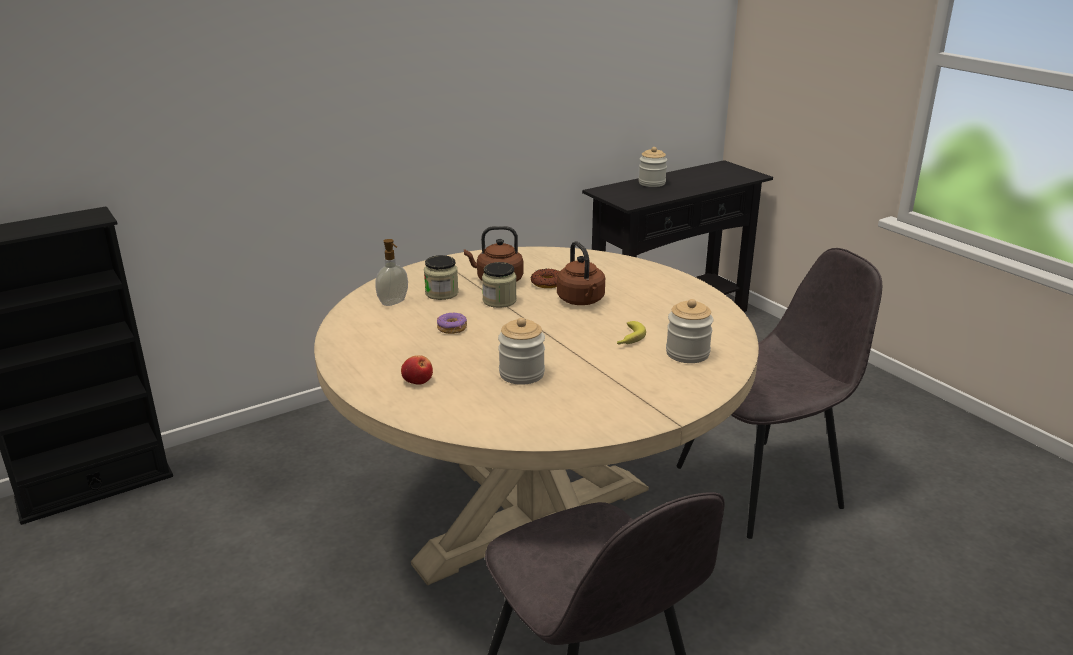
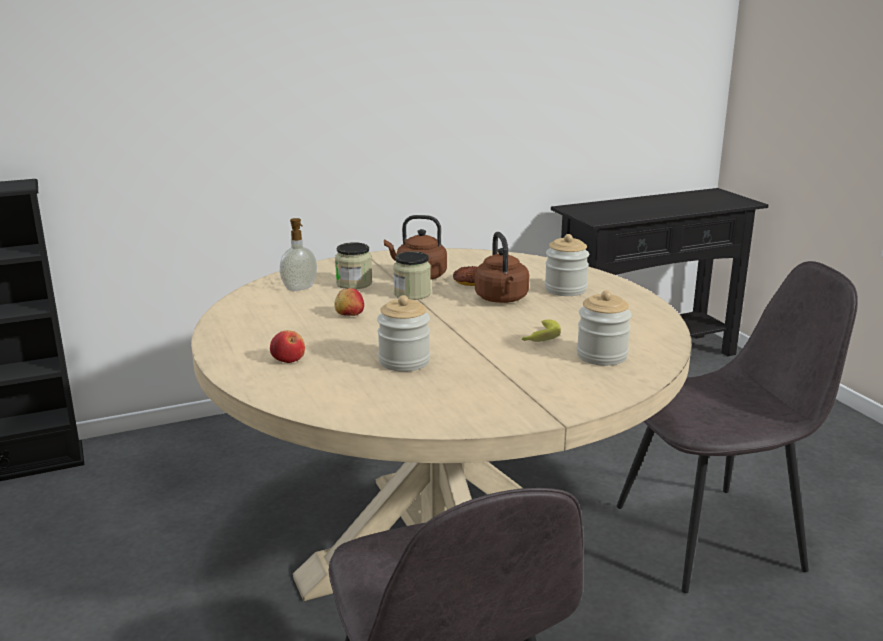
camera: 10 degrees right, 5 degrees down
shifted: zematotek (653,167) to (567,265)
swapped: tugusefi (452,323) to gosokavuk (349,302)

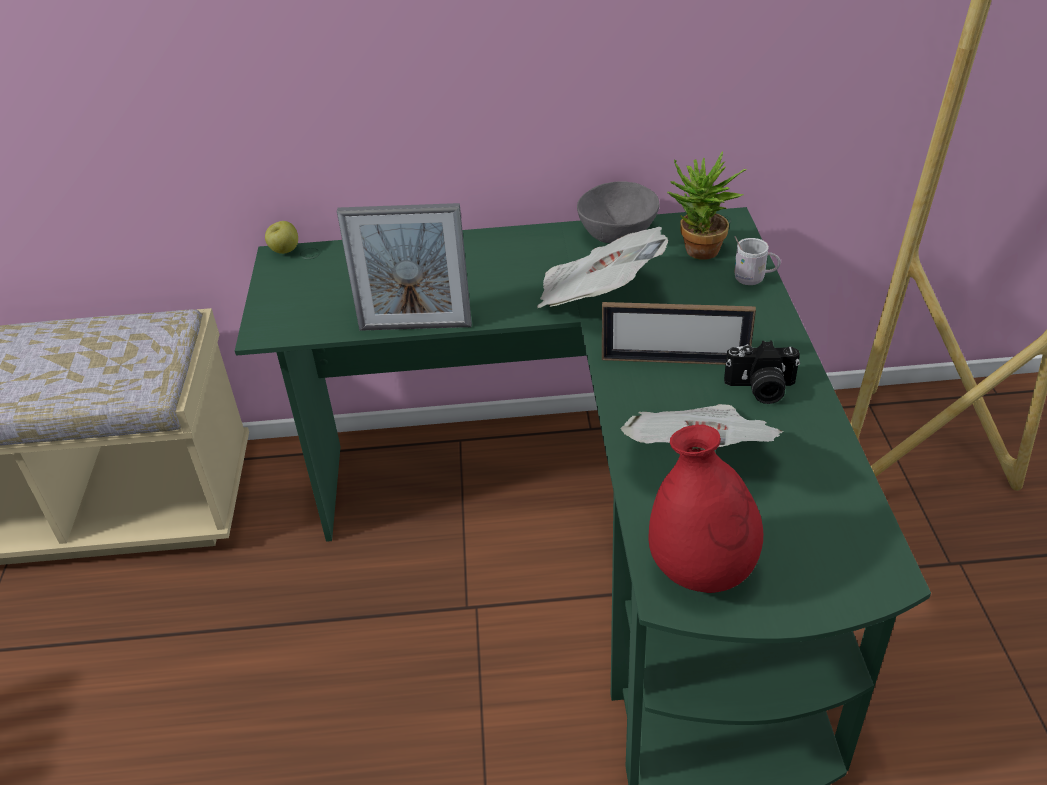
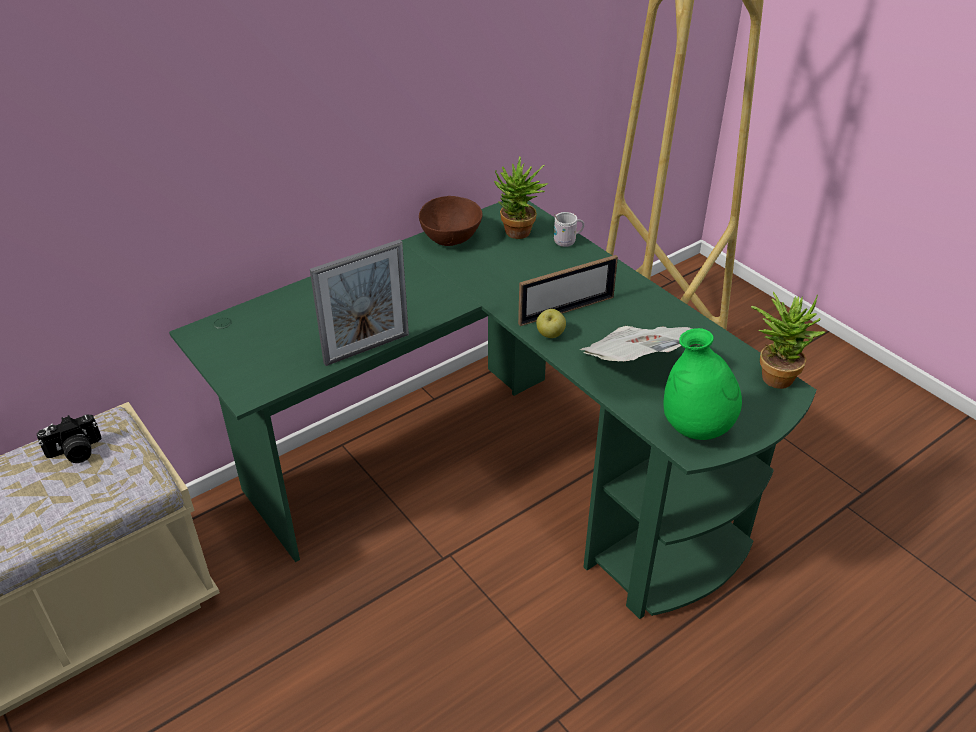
camera: 35 degrees left, 0 degrees up
gone: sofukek (603,267)
new: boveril (788,340)
shifted: gosokavuk (281,237) to (551,323); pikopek (762,372) to (69,439)
repainted: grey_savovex (618,212) to brown_savovex (450,221); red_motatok (706,509) to green_motatok (703,384)

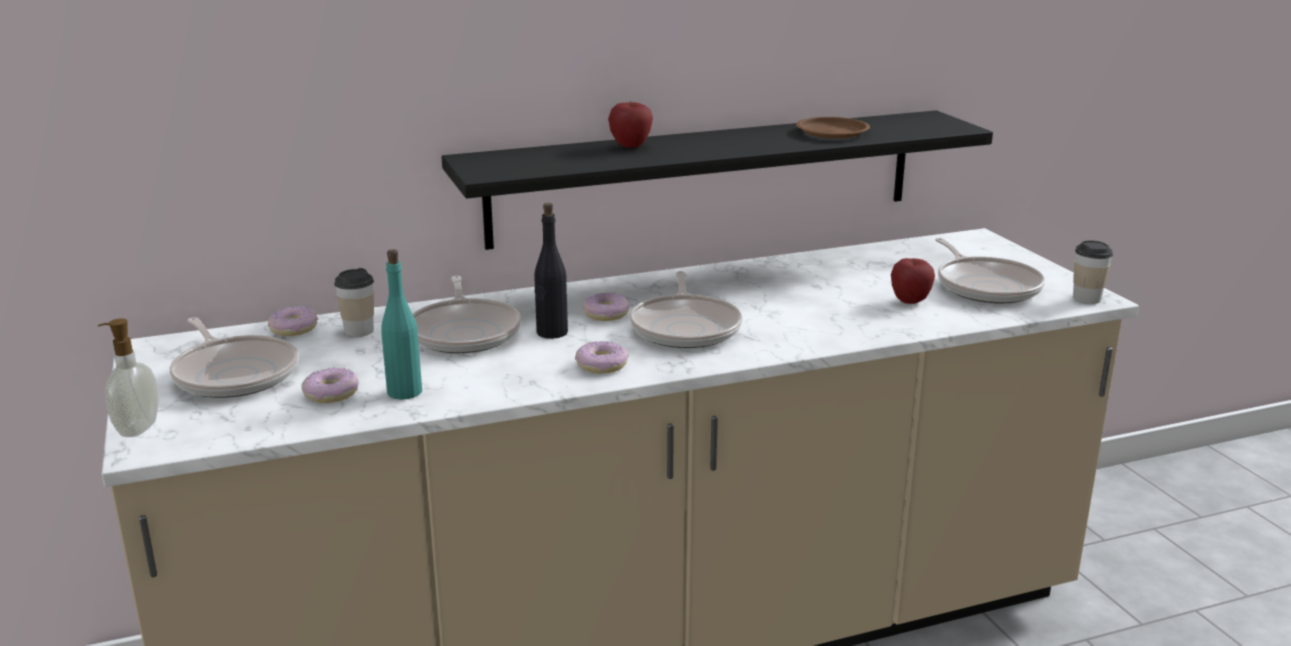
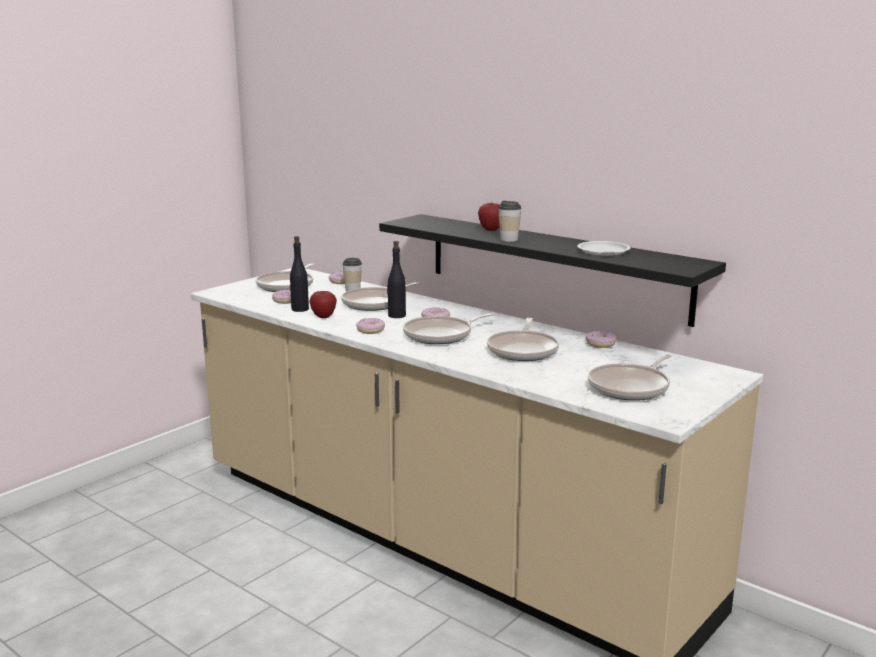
camera: 60 degrees right, 5 degrees down
gone: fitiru (128,377)
new: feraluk (523,339); tugusefi (601,339)
shifted: gosokavuk (913,281) to (323,304); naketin (1093,272) to (510,221)
repainted: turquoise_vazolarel (401,324) to black_vazolarel (299,274); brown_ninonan (833,128) to white_ninonan (603,248)

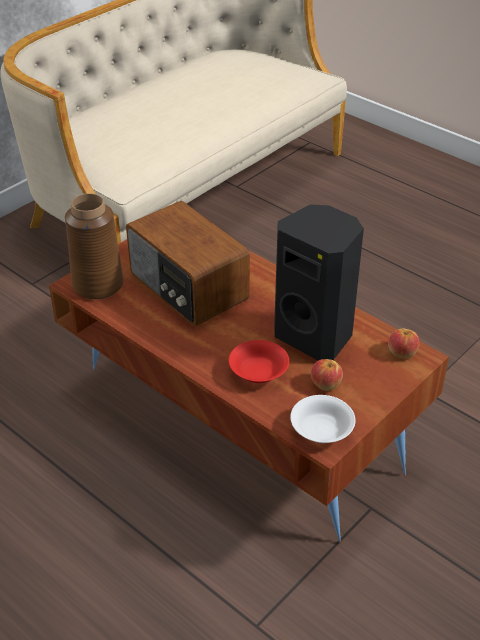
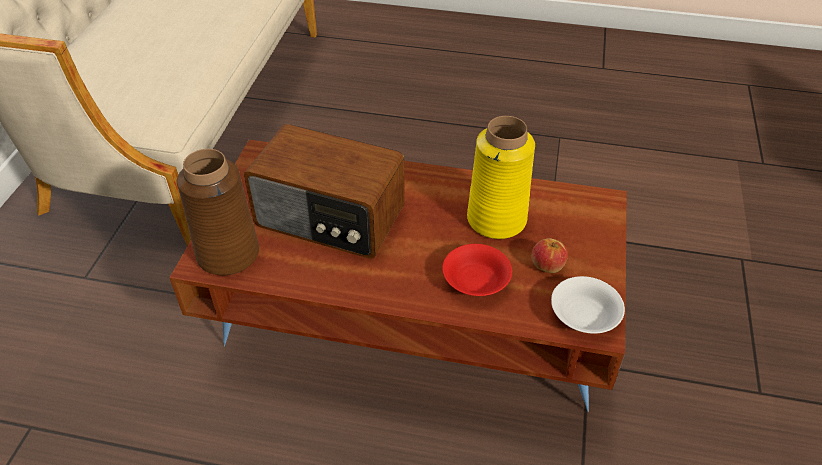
camera: 30 degrees left, 5 degrees up
gone: gosokavuk (404,343)
swapped: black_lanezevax (319,282) to yellow_motatok (501,177)

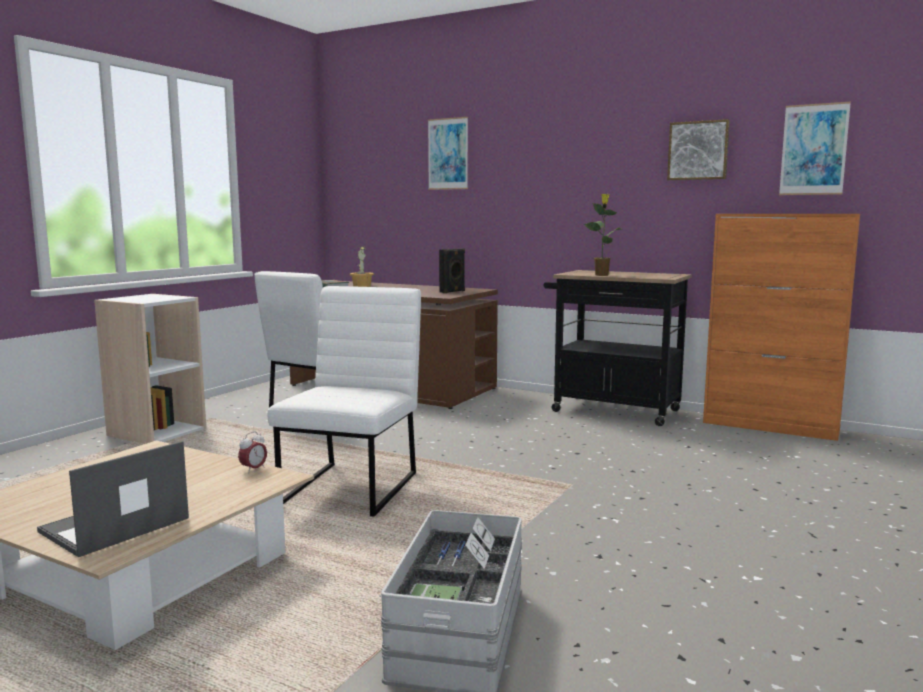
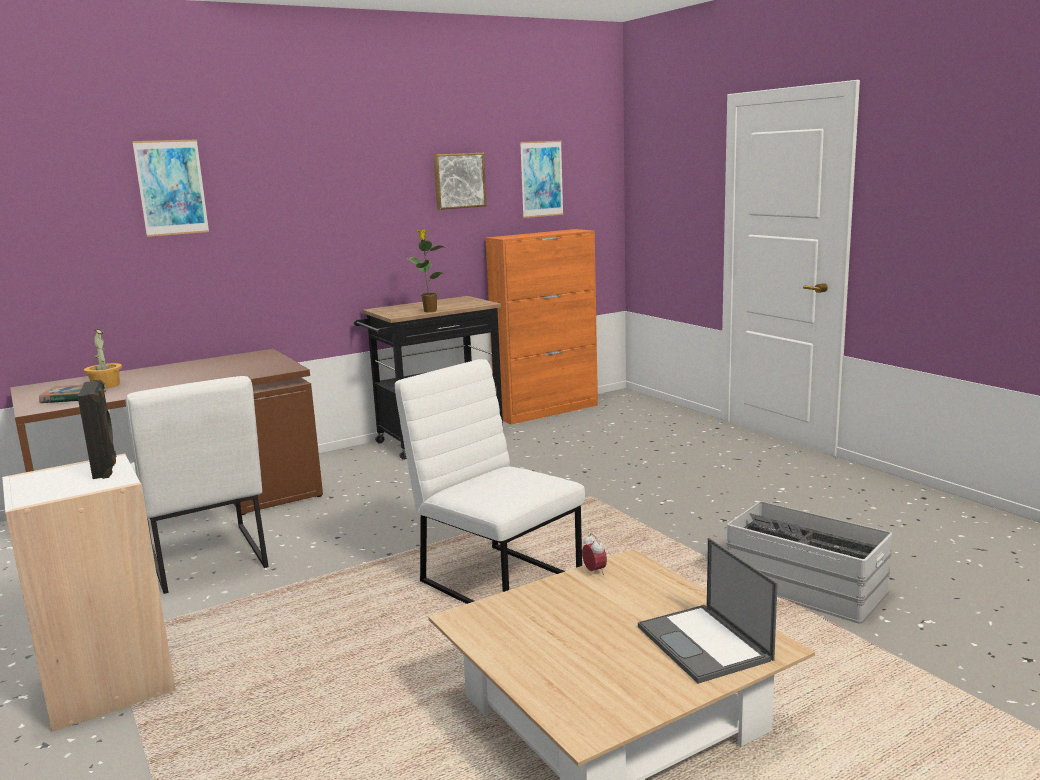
camera: 60 degrees left, 5 degrees up
shifted: black_lanezevax (452,270) to (97,429)

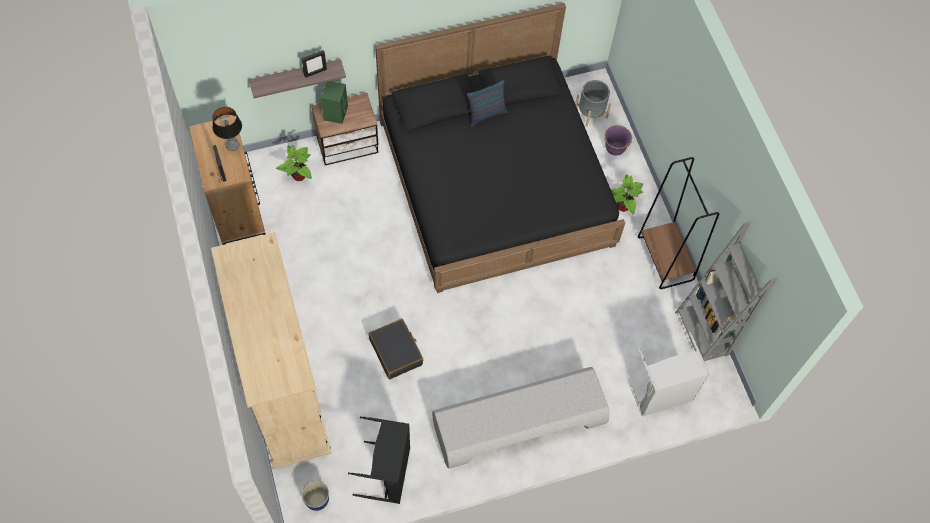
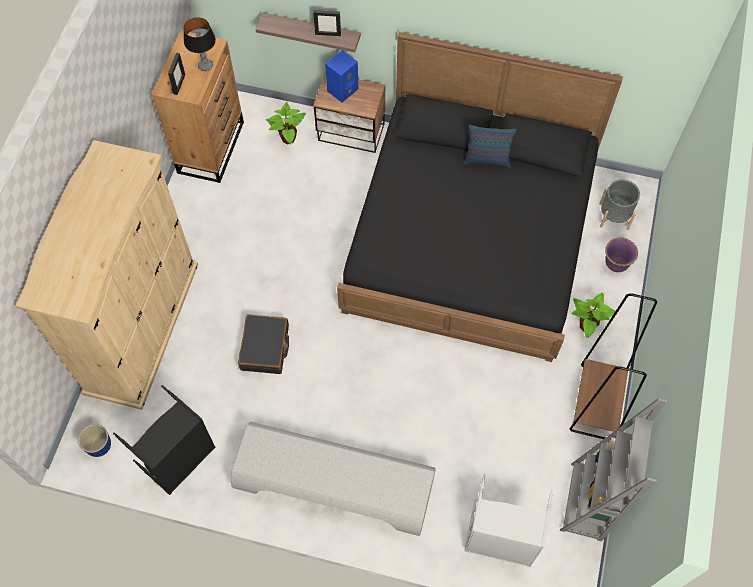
camera: 35 degrees right, 0 degrees up
repainted: green_lanezevax (334,102) to blue_lanezevax (341,76)

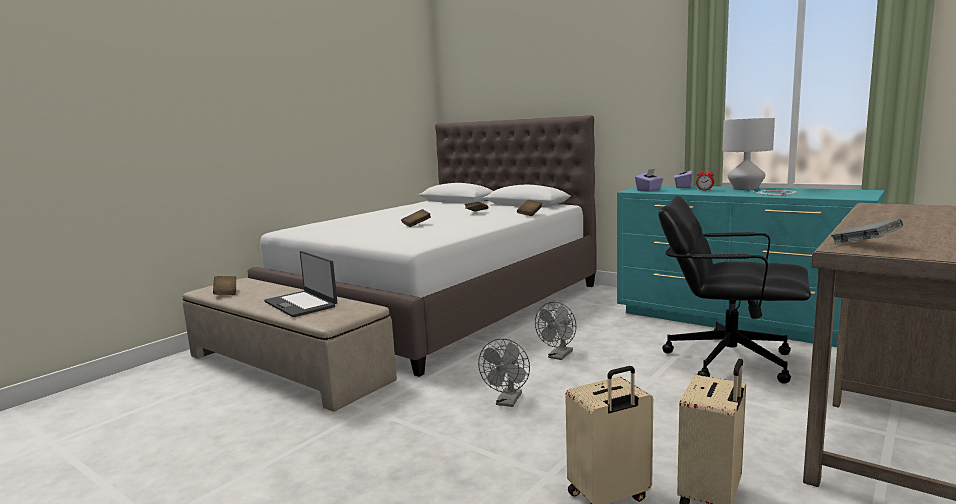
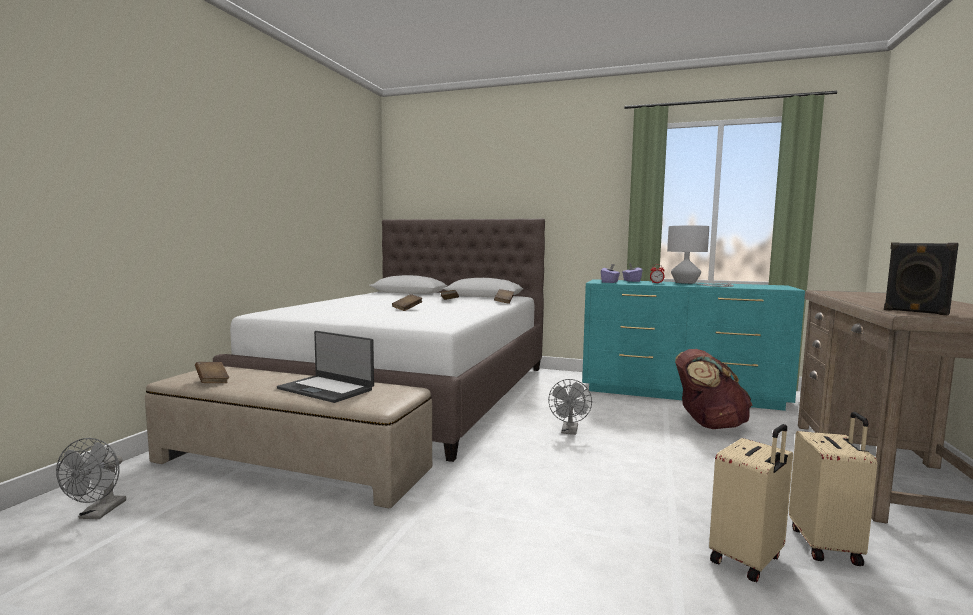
camera: 20 degrees left, 5 degrees down
shifted: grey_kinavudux (504,373) to (91,478)
swapped: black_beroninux (734,290) to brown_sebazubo (713,389); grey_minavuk (867,231) to black_lanezevax (921,279)

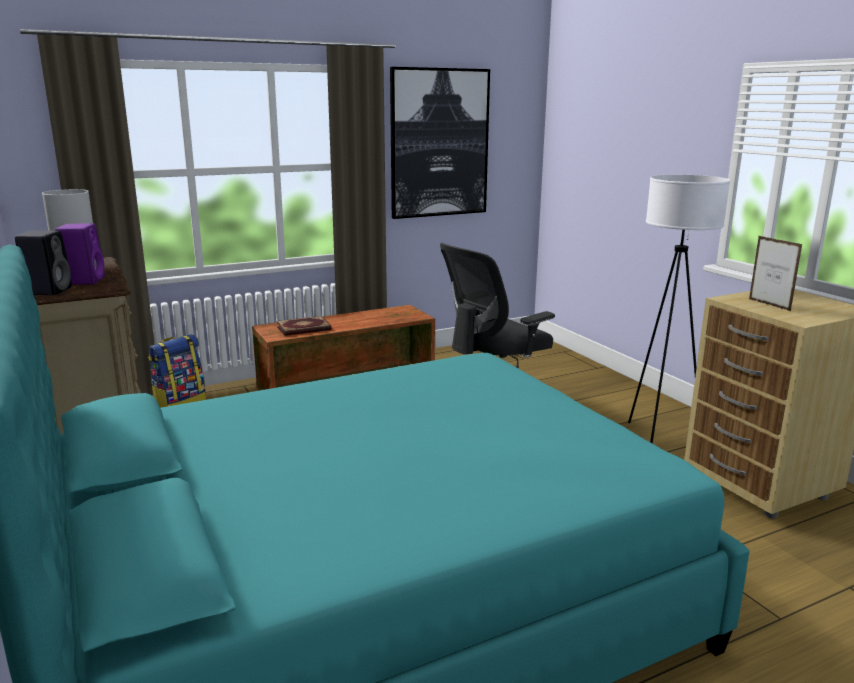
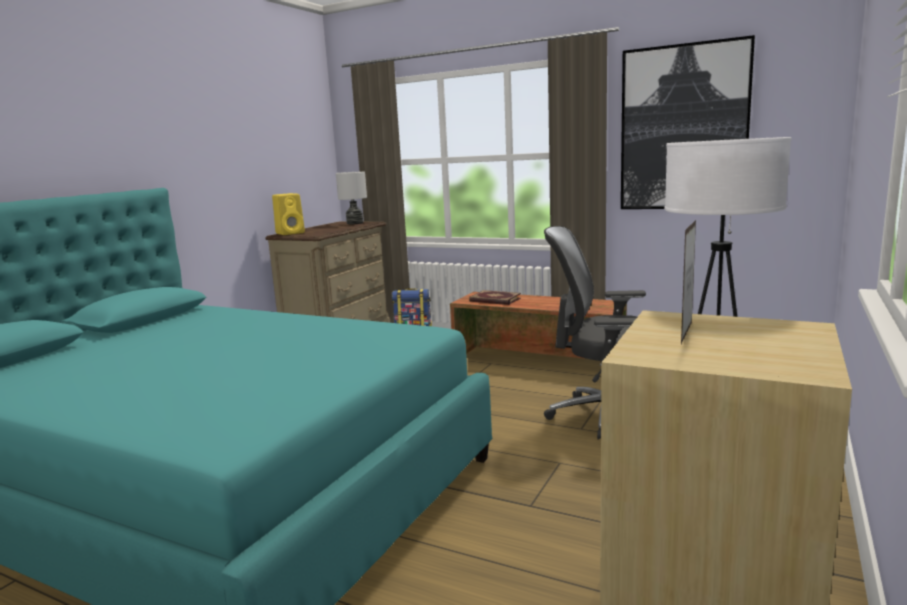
camera: 55 degrees right, 5 degrees down
gone: purple_lanezevax (80,254)
repainted: black_lanezevax (43,262) to yellow_lanezevax (288,214)

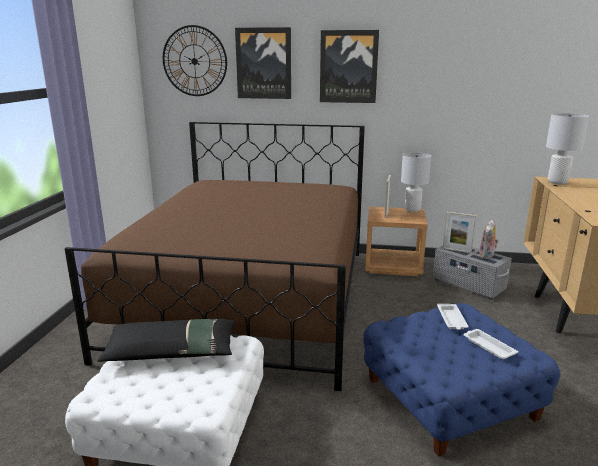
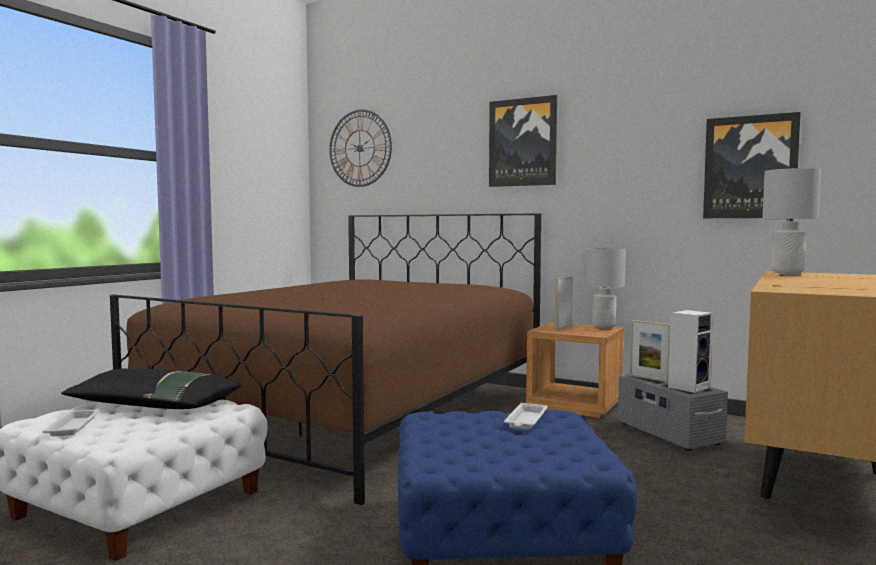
camera: 20 degrees right, 15 degrees down
shifted: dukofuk (263,63) to (752,165); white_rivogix (491,344) to (71,423)
swapped: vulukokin (489,239) to lanezevax (690,351)

